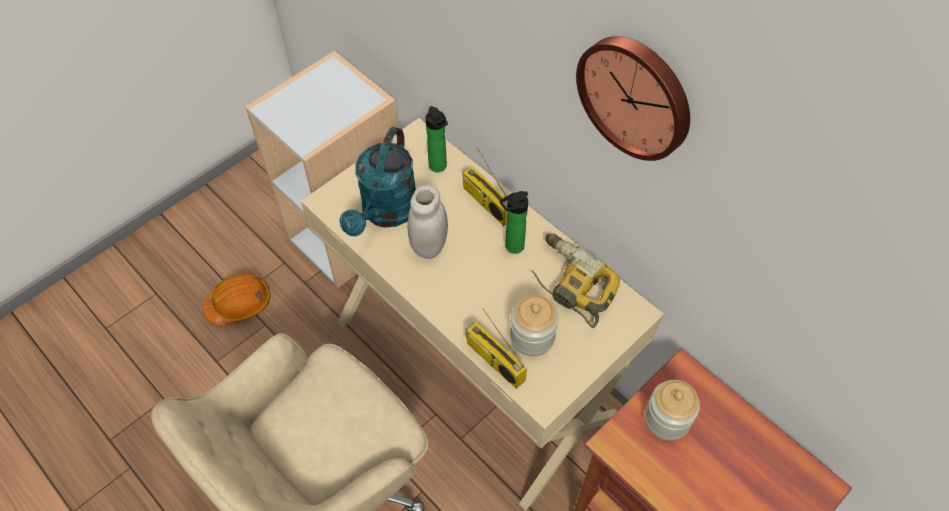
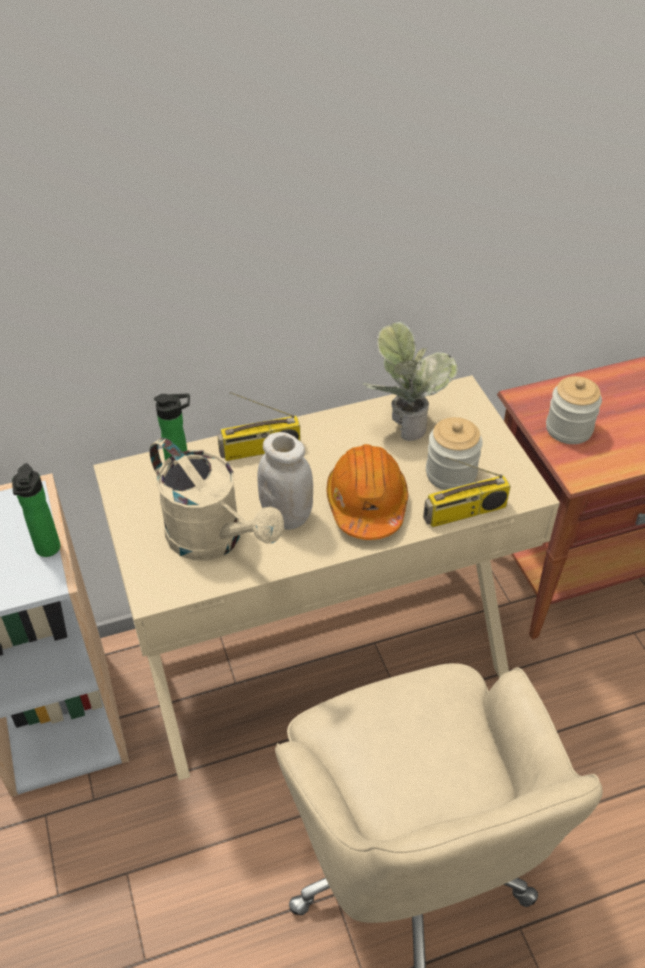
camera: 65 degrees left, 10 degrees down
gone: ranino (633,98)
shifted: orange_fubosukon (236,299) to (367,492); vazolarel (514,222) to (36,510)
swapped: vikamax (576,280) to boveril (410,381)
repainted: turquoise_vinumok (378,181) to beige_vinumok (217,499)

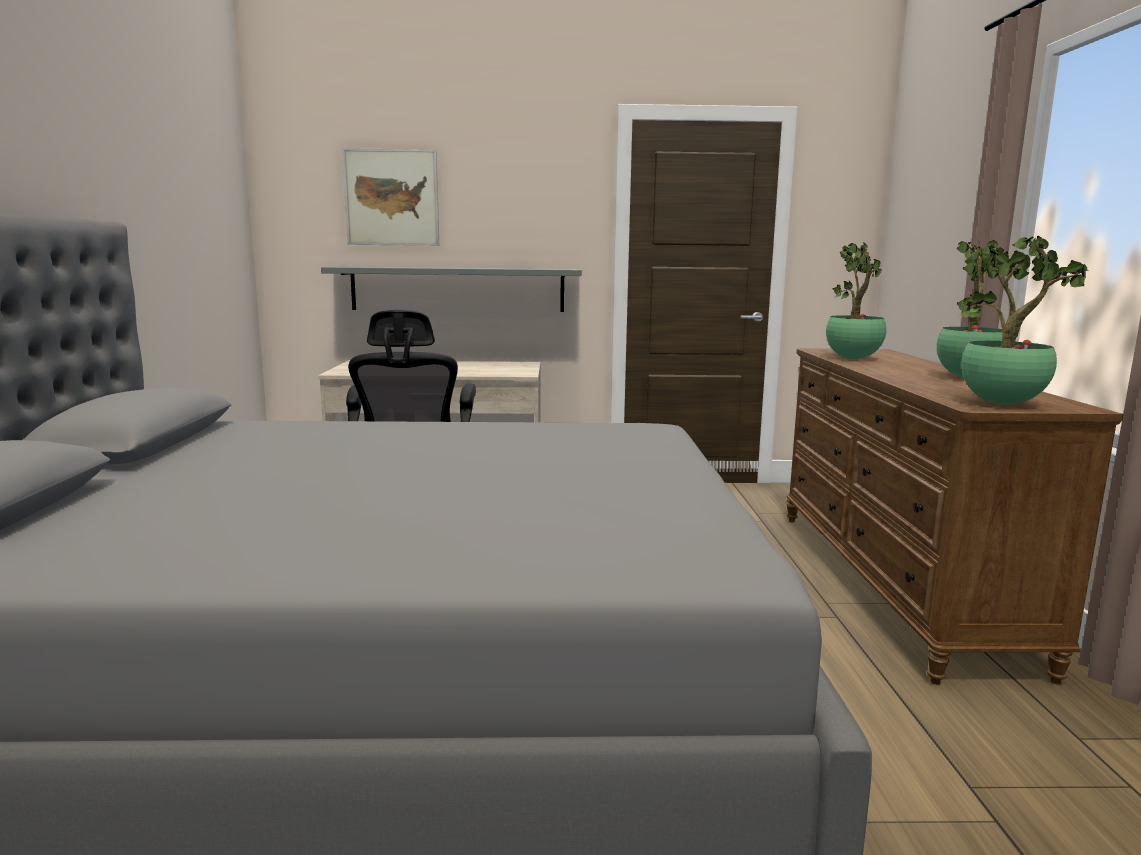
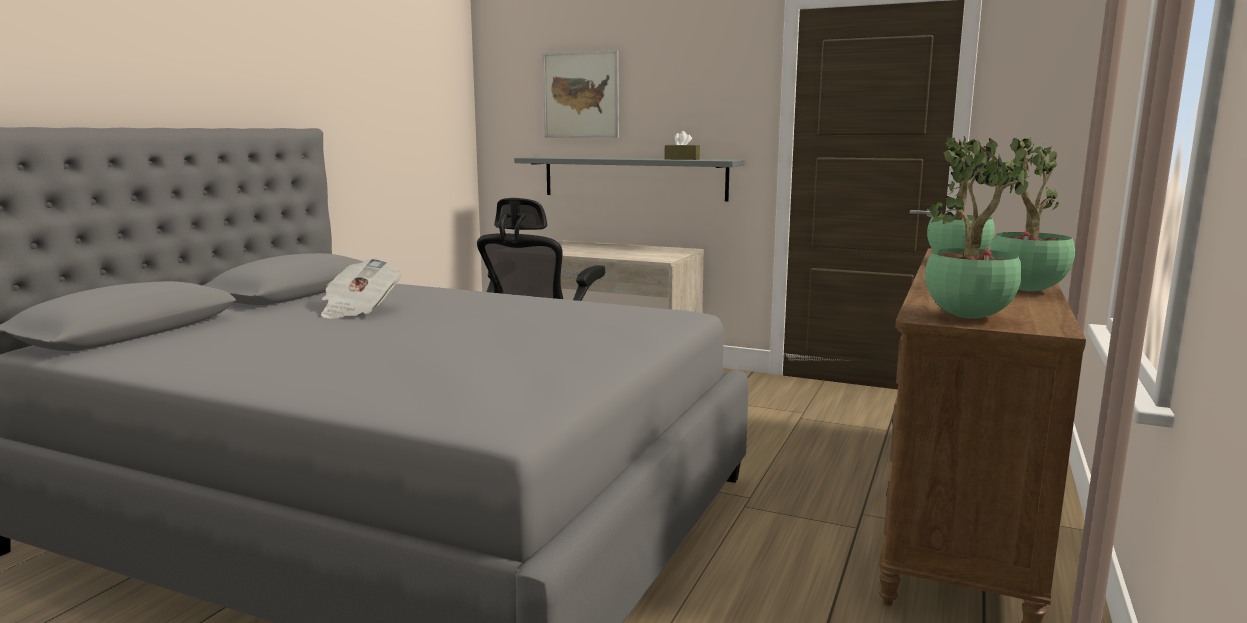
camera: 25 degrees right, 0 degrees up
new: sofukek (361,288); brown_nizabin (682,145)

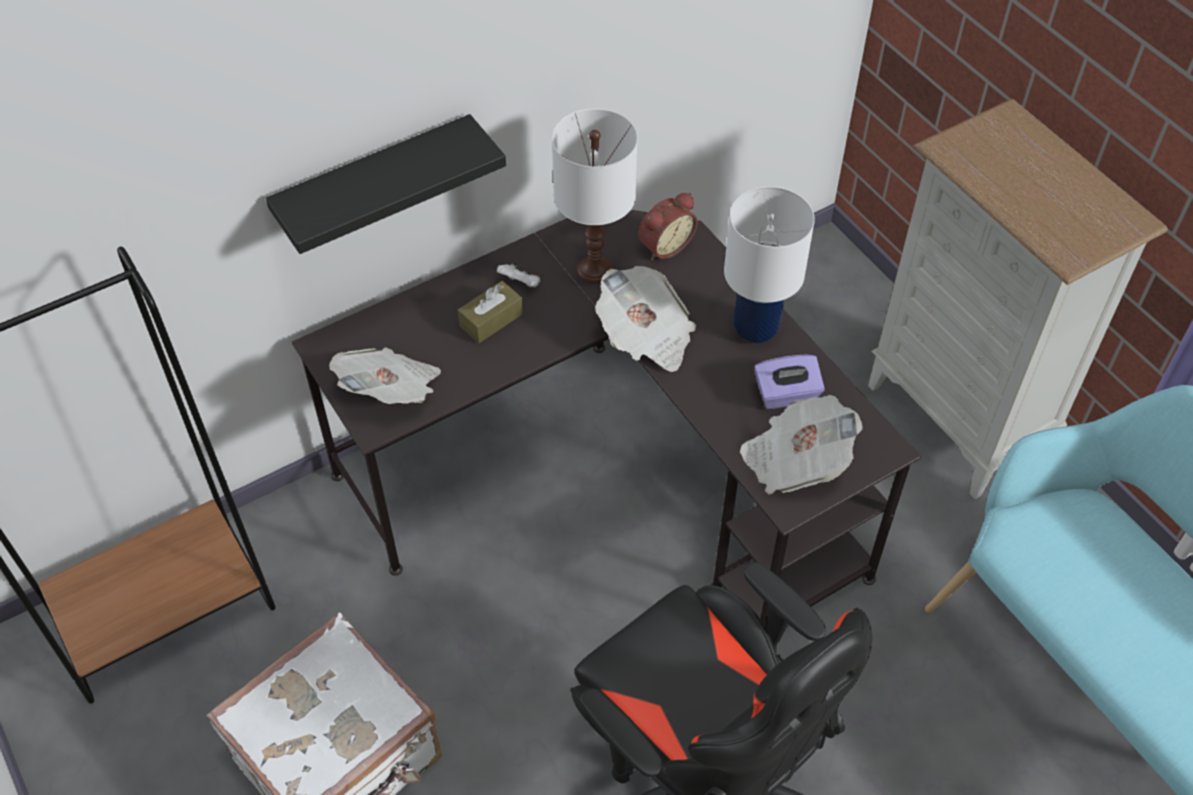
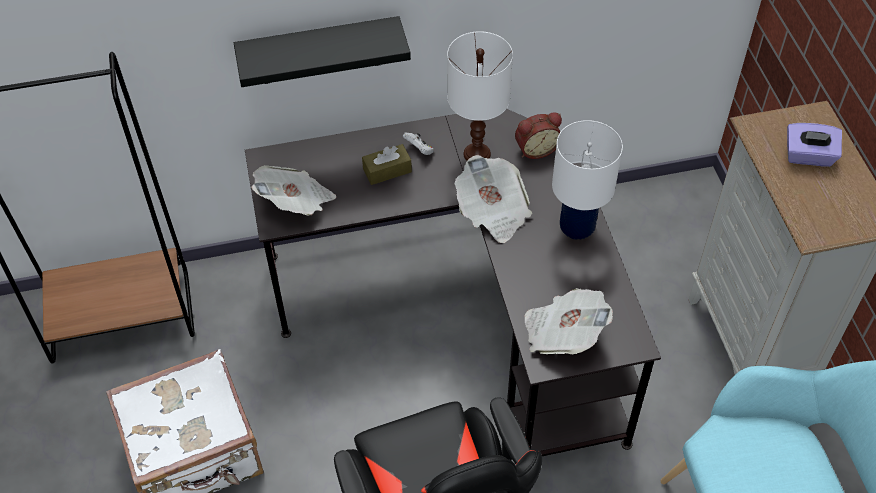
camera: 20 degrees right, 0 degrees up
shifted: purple_nizabin (789,381) to (814,145)

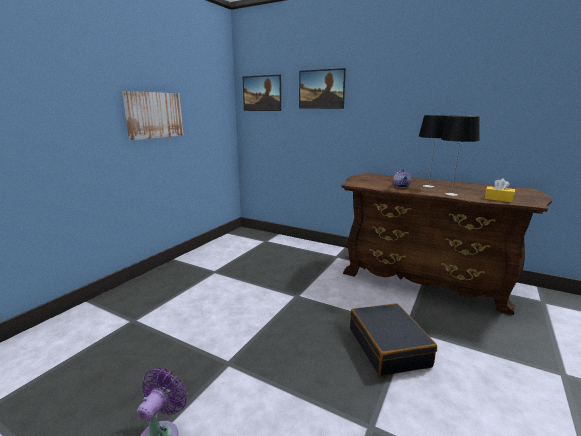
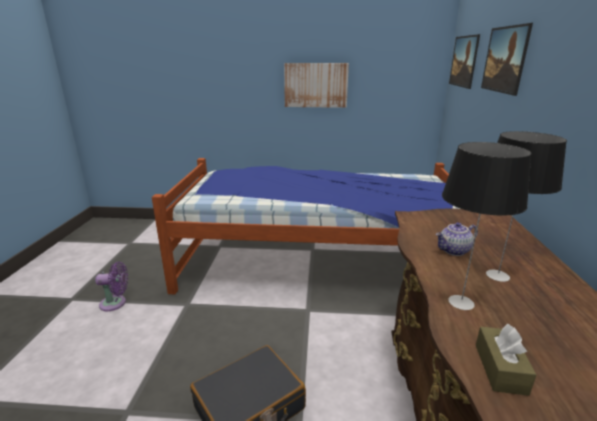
camera: 65 degrees right, 5 degrees up
new: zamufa (306,226)
repainted: yellow_nizabin (499,190) to brown_nizabin (506,360)

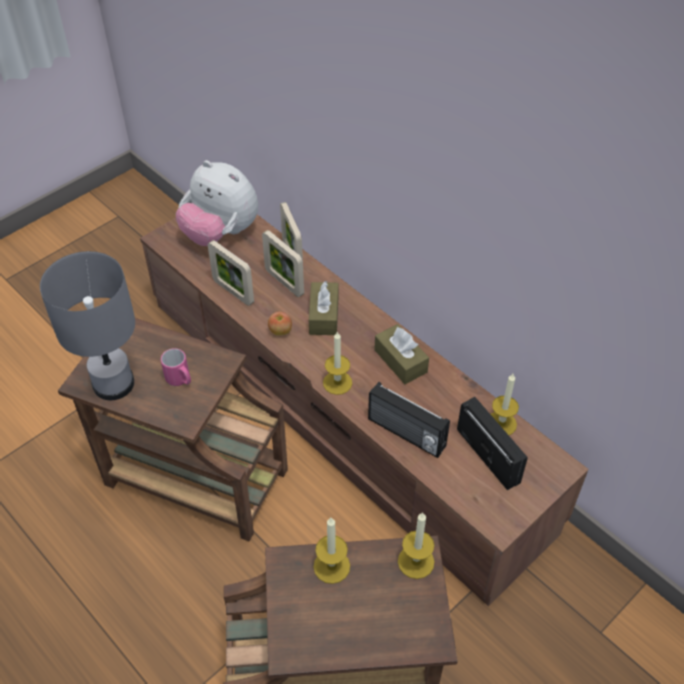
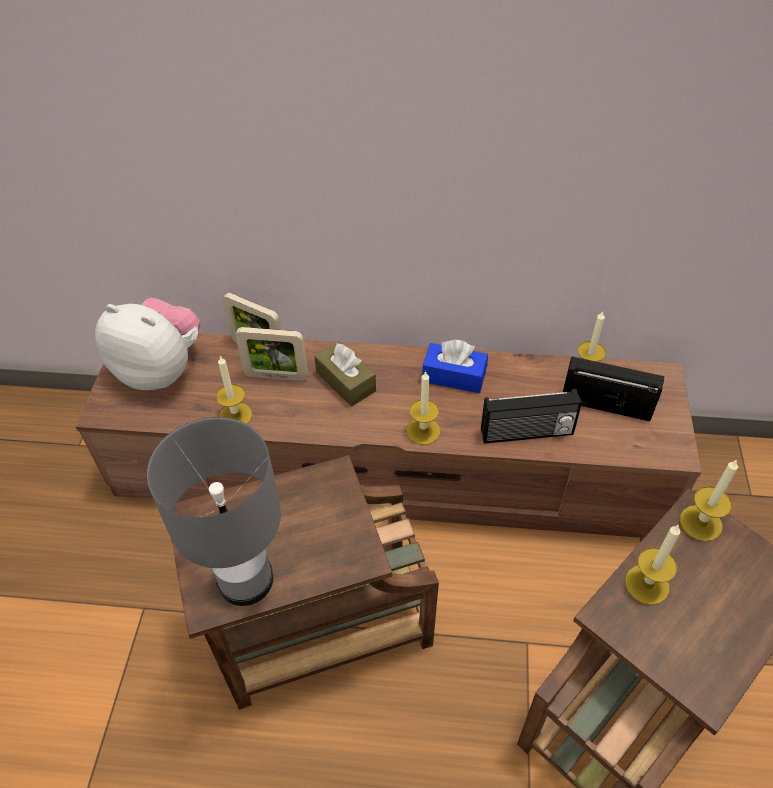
camera: 40 degrees left, 0 degrees up
gone: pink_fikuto (176,367); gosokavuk (280,324)
swapped: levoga (231,273) to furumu (234,389)
repainted: brown_nizabin (401,354) to blue_nizabin (455,366)
rotated: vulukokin (217,203) = (148,344) 150 degrees counterclockwise

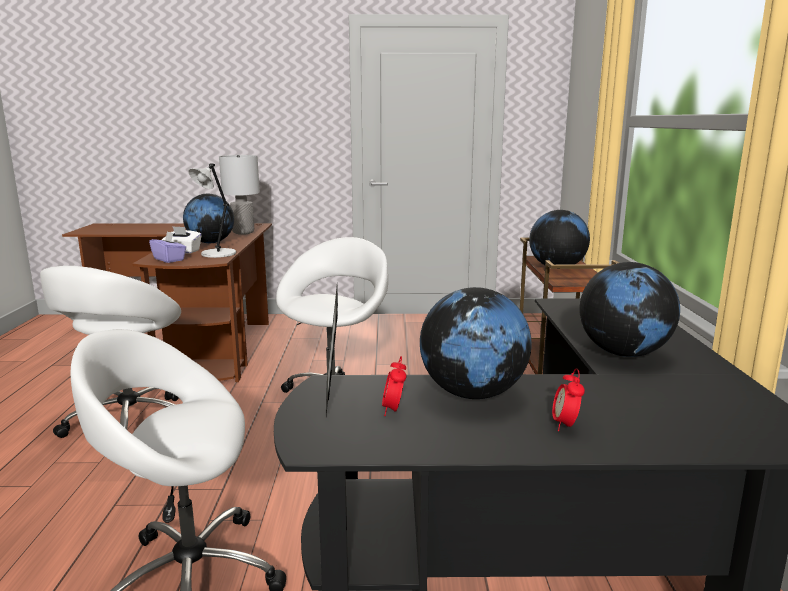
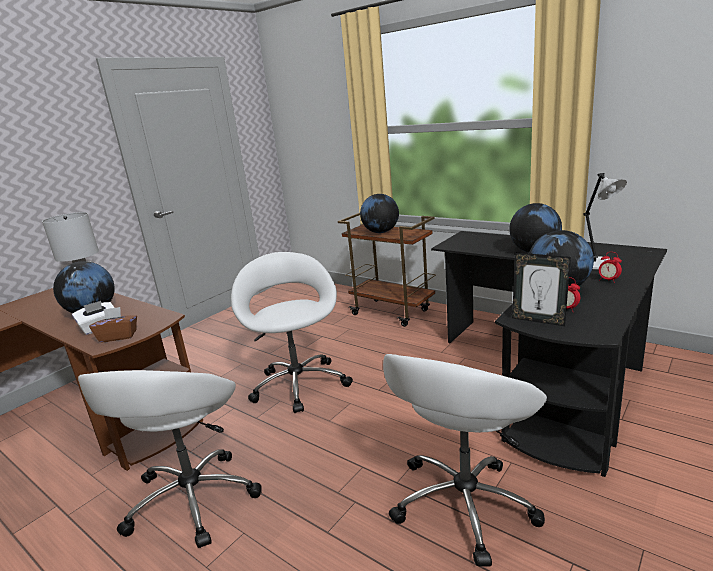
camera: 50 degrees left, 5 degrees up
shifted: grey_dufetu (212,210) to (605,221)
repainted: purple_nizabin (167,247) to brown_nizabin (113,325)
rotated: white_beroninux (110,352) = (170,459) 45 degrees clockwise

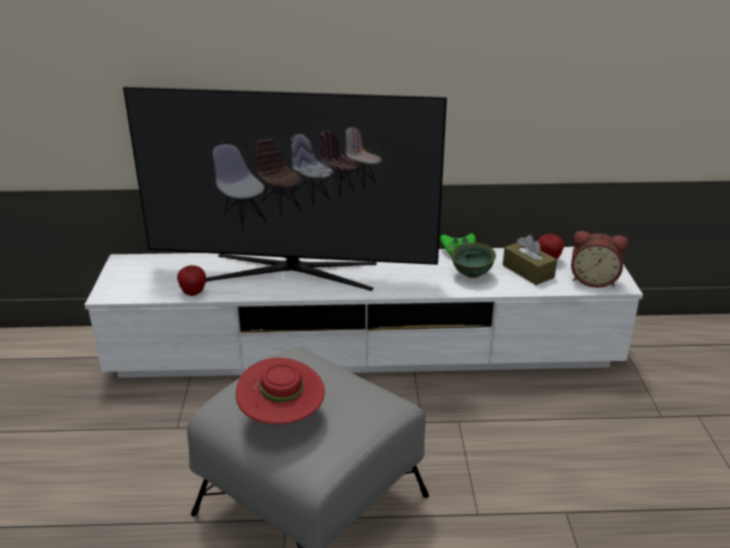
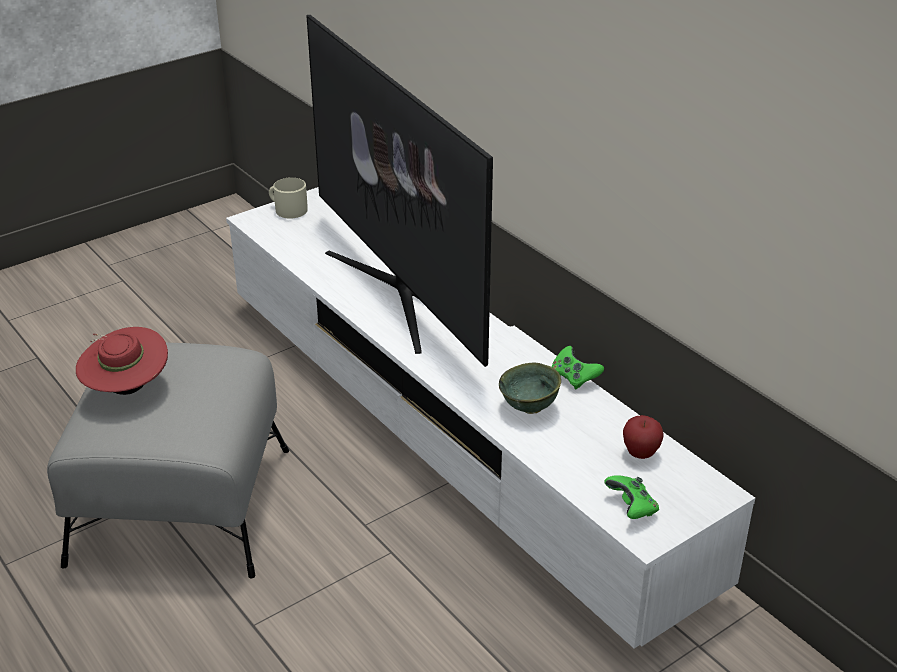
camera: 55 degrees right, 5 degrees up
gone: gosokavuk (191,280); brown_nizabin (530,260)
new: beige_fikuto (288,197)
swapped: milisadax (599,259) to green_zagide (631,497)

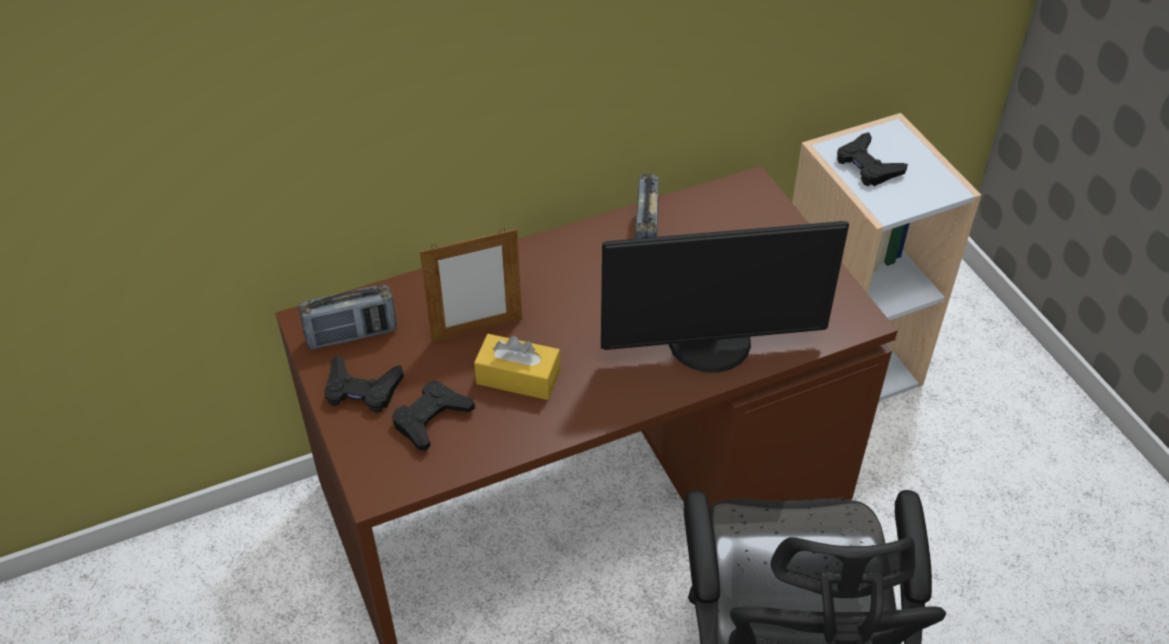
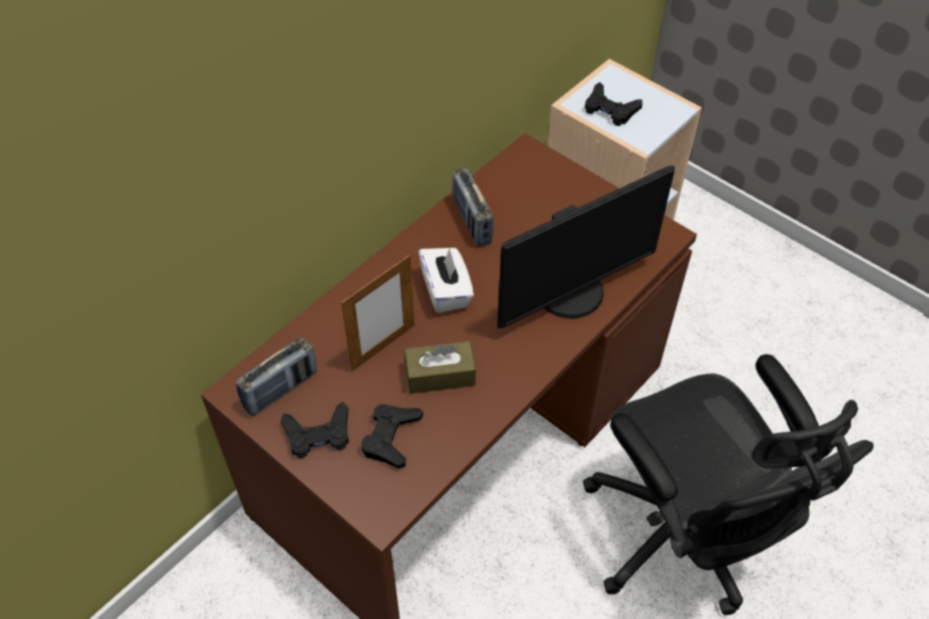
camera: 25 degrees left, 5 degrees up
new: white_nizabin (446,280)
repainted: yellow_nizabin (517,367) to brown_nizabin (440,367)

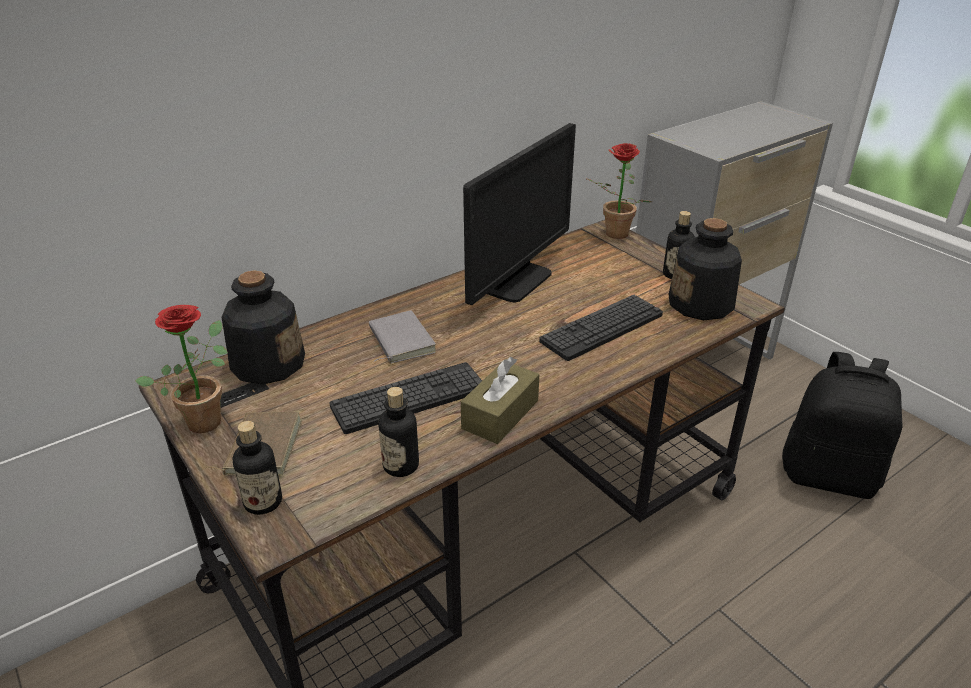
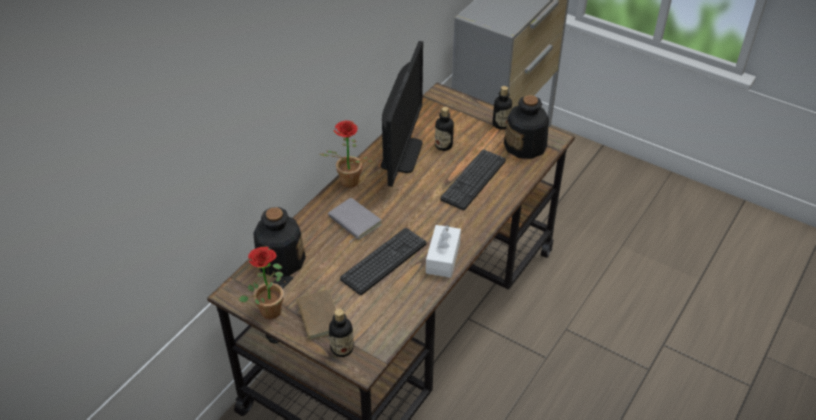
camera: 20 degrees left, 10 degrees up
gone: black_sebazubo (842,425)
shifted: vazolarel (398,432) to (444,129); boveril (619,191) to (347,154)
repainted: brown_nizabin (500,400) to white_nizabin (443,251)

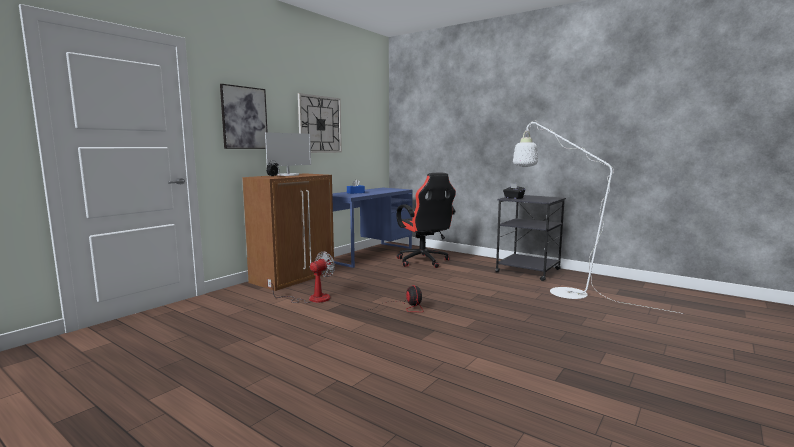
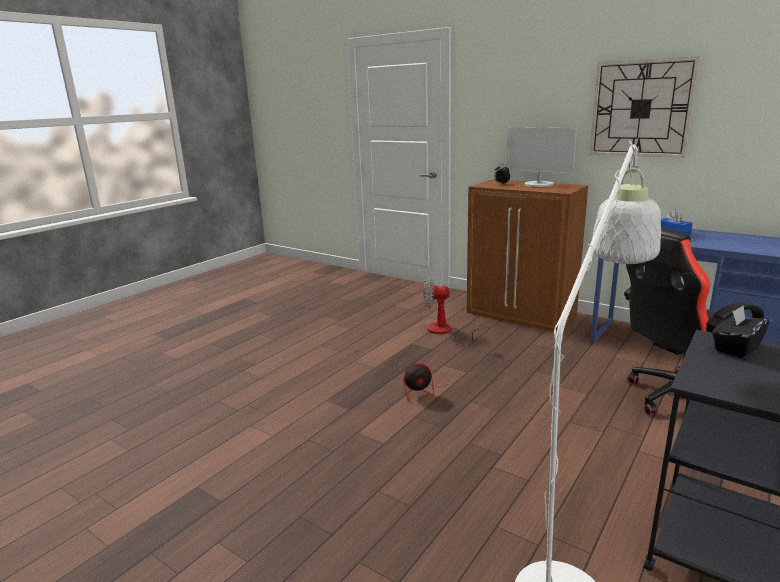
camera: 90 degrees right, 10 degrees up
gone: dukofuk (244,116)
rotated: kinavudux (301,277) = (451,313) 150 degrees clockwise

